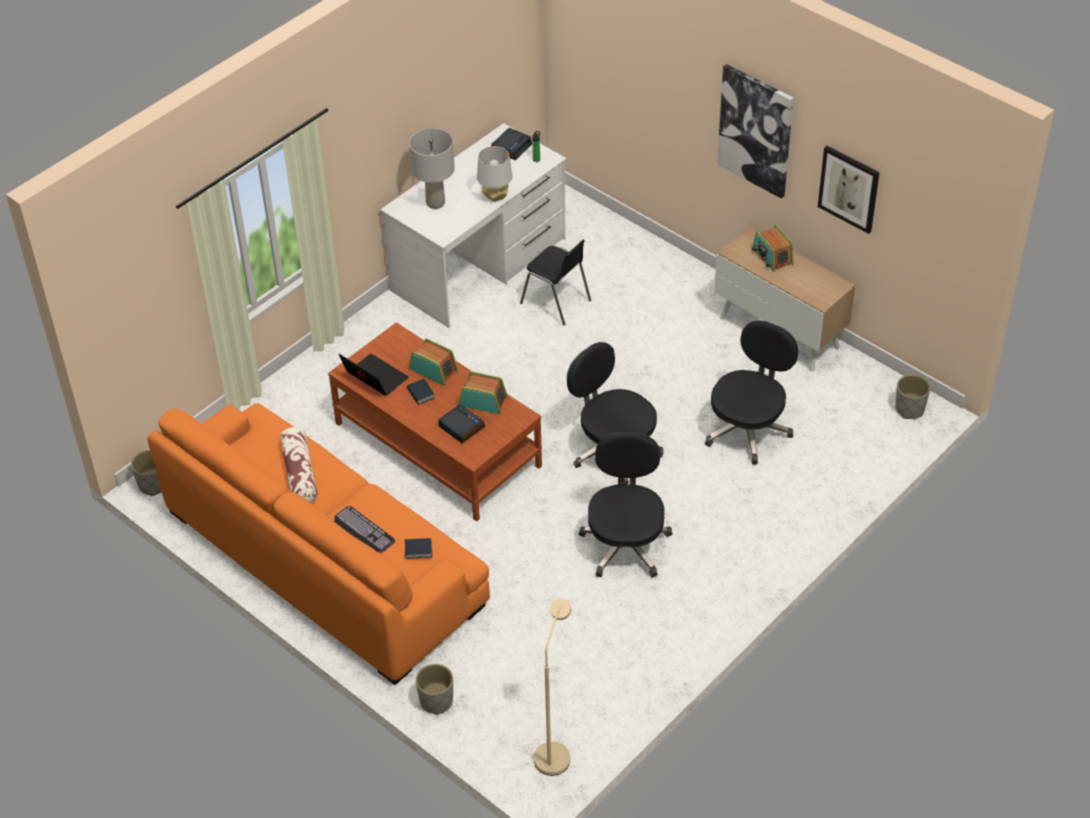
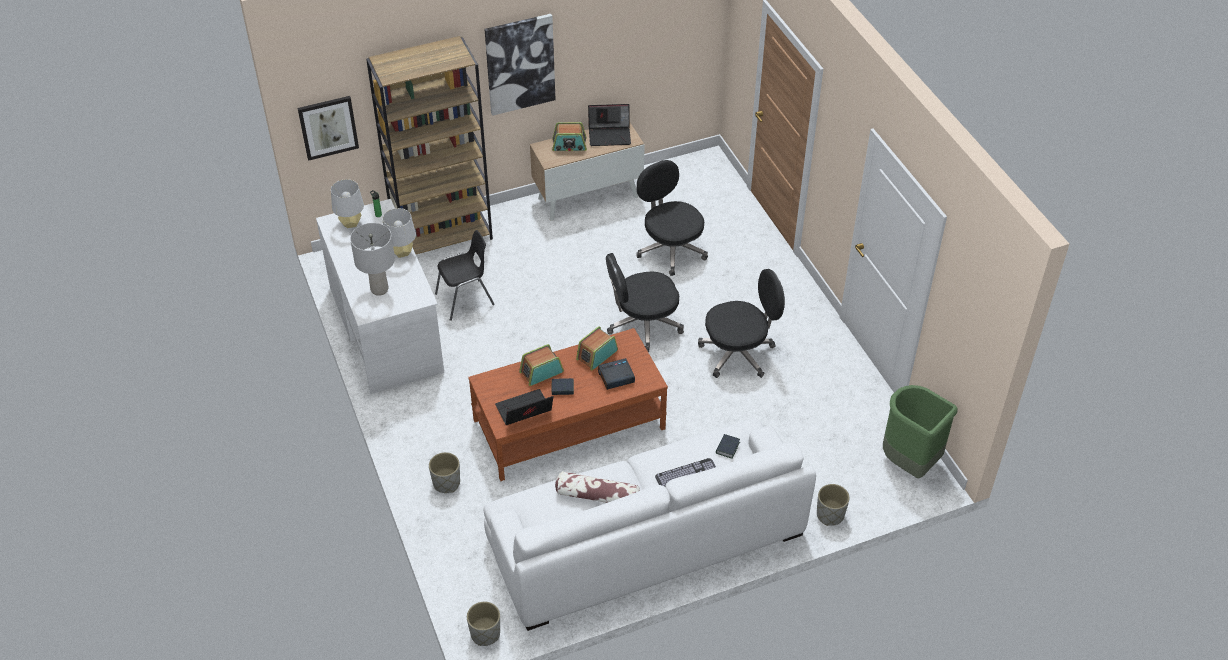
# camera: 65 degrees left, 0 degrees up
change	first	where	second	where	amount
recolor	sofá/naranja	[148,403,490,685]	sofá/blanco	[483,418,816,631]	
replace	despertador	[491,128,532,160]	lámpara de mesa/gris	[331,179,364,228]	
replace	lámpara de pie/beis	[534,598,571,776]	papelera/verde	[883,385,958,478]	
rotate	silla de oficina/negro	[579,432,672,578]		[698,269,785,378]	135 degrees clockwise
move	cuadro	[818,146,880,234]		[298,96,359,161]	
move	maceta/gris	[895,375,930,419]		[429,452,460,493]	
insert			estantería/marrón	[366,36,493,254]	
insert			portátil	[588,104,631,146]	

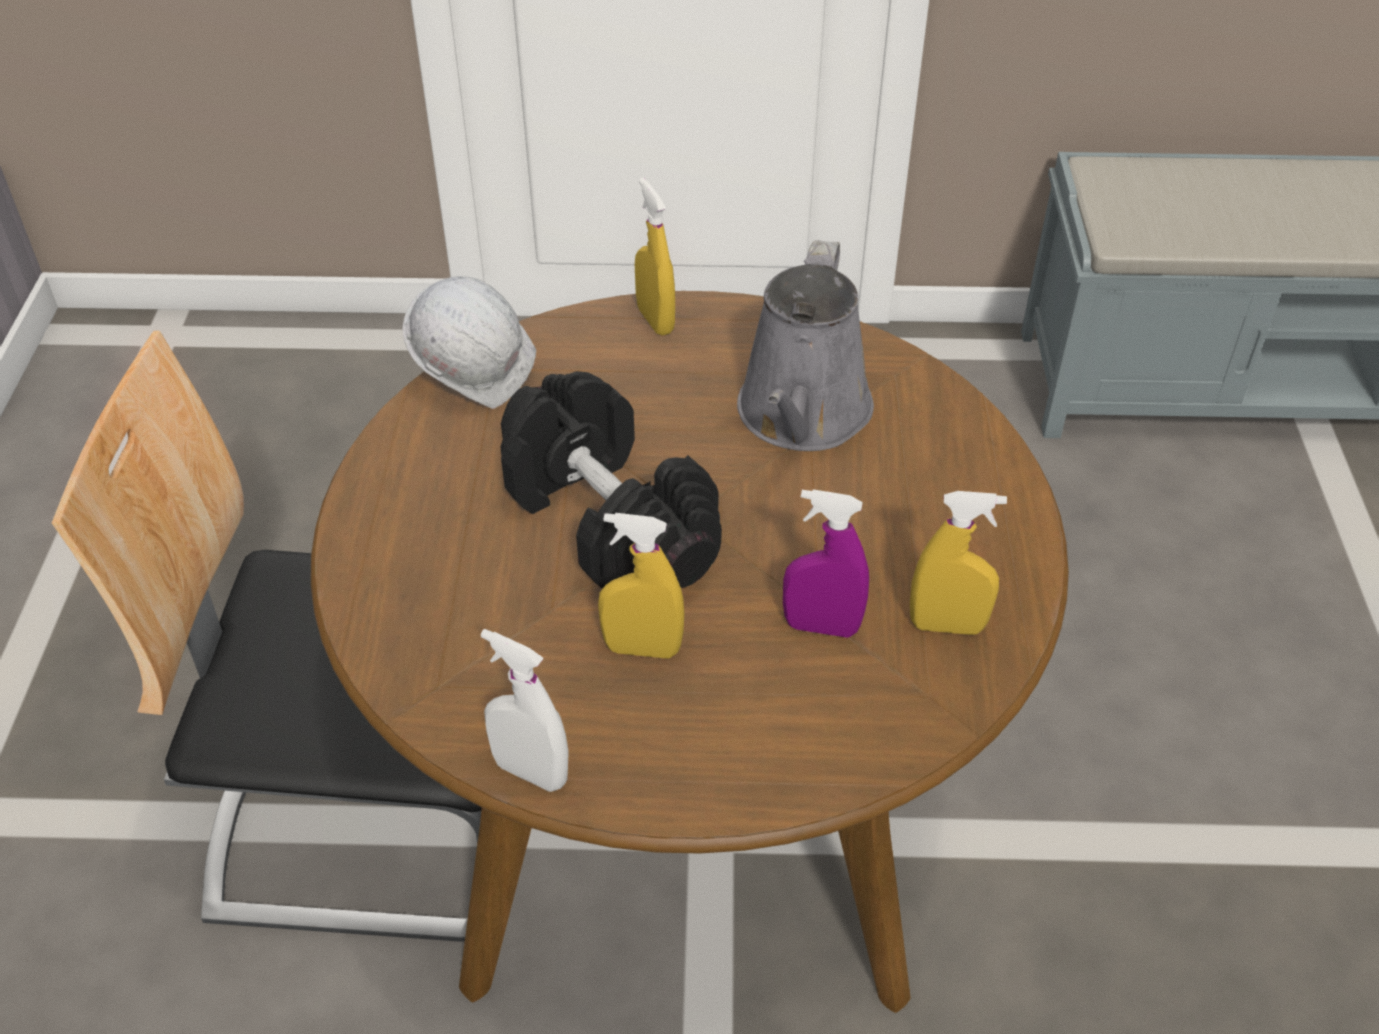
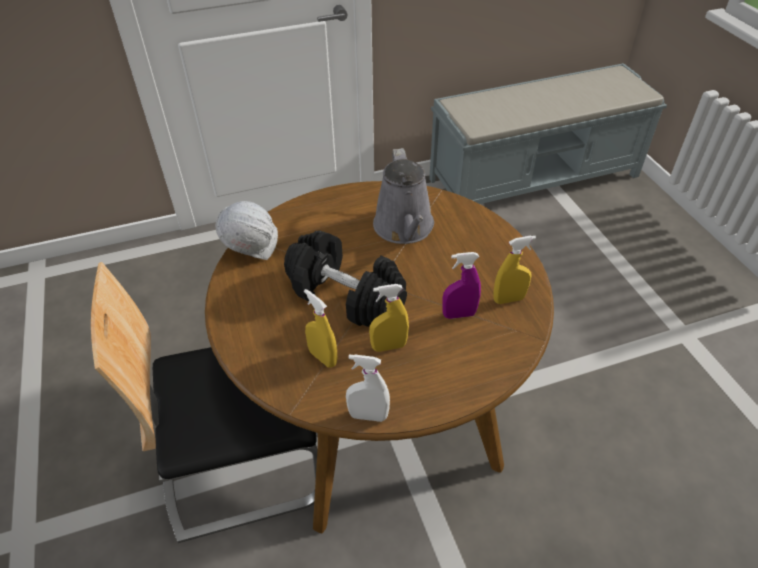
# camera: 20 degrees left, 0 degrees up
change	first	where	second	where	amount
move	pulverizador/amarillo	[635,178,675,336]		[304,289,337,368]	

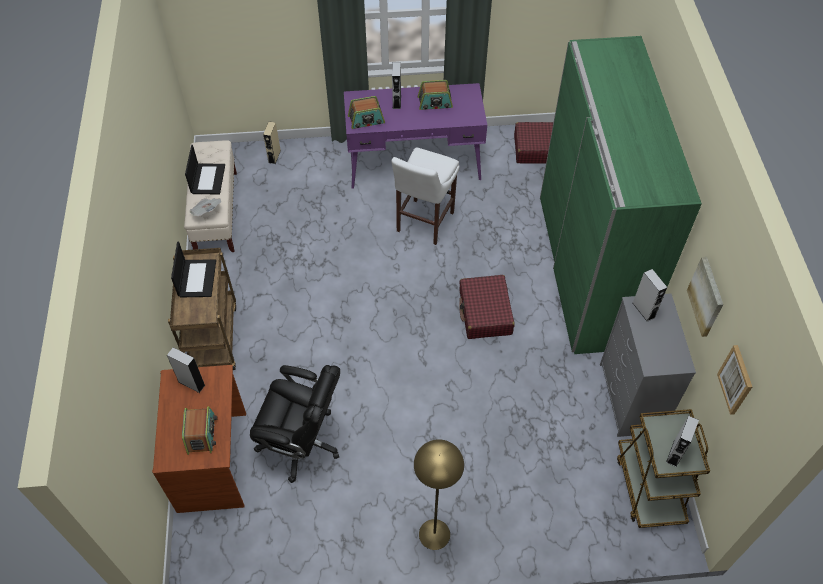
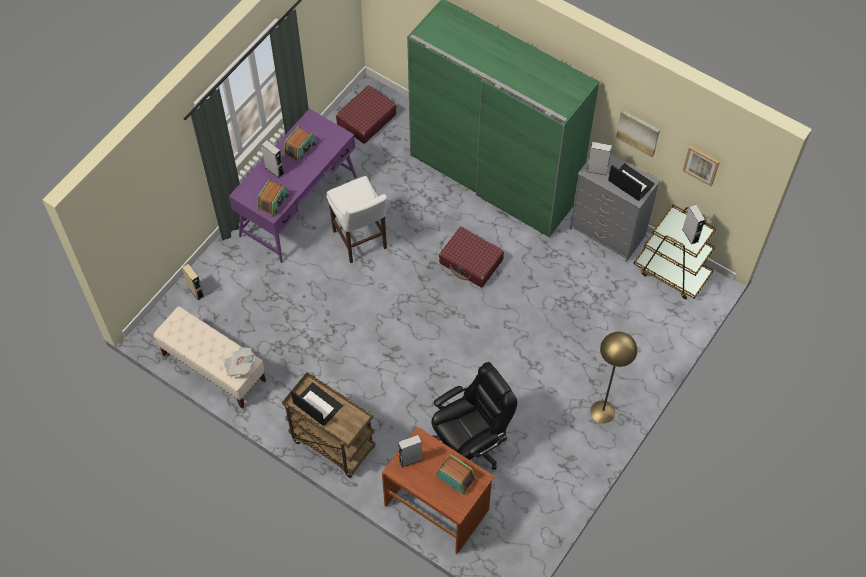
# camera: 50 degrees left, 5 degrees up
change	first	where	second	where	amount
move	portátil	[185,145,225,194]		[608,163,655,201]	

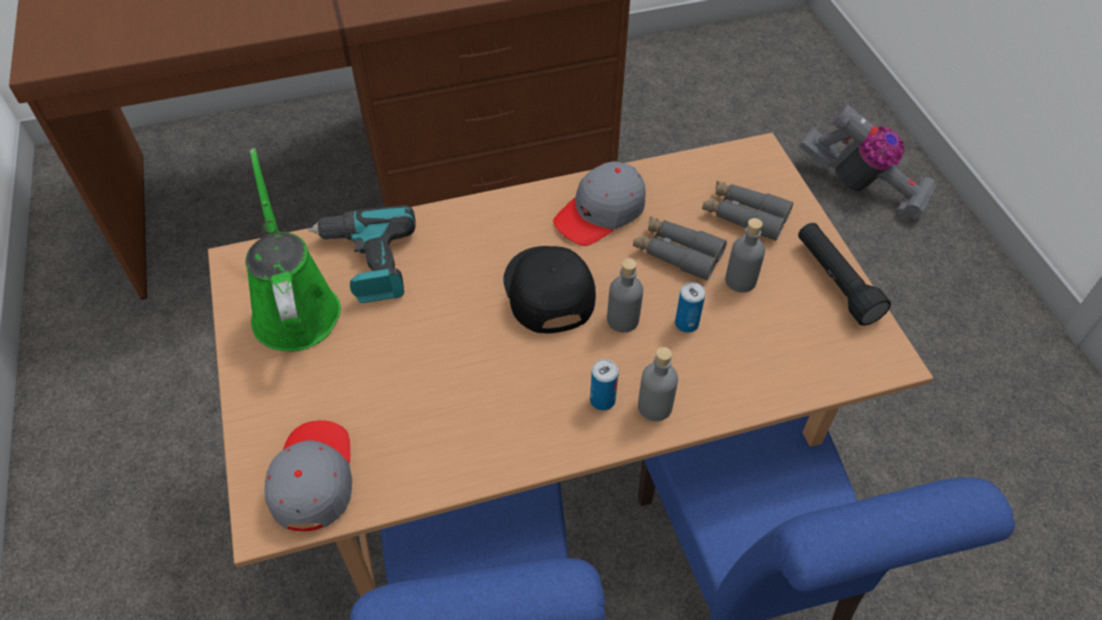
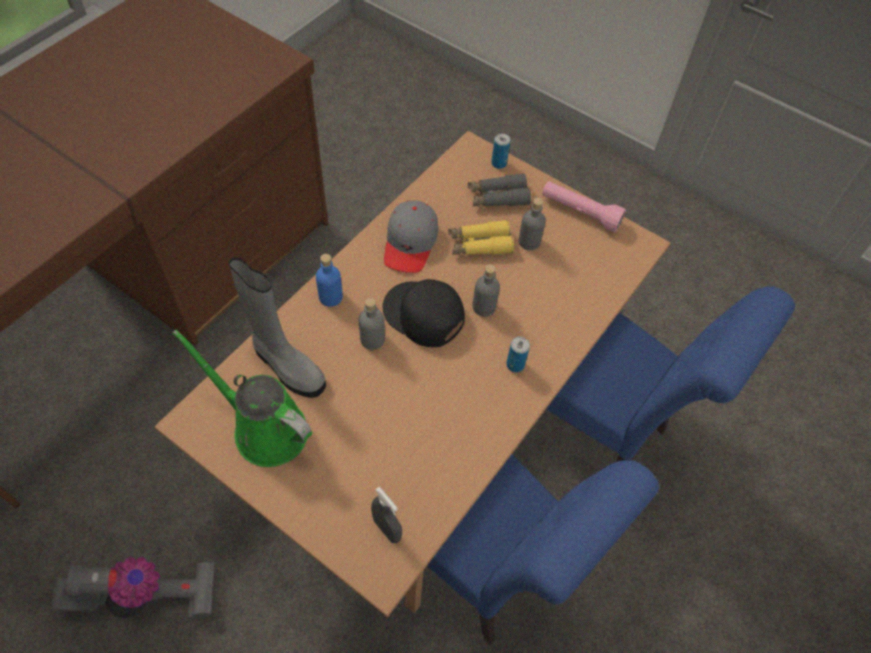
# camera: 40 degrees left, 5 degrees up
change	first	where	second	where	amount
replace	gorra/gris	[264,420,352,532]	pulverizador/gris	[371,487,402,543]	
replace	taladro	[307,205,415,303]	bota/gris	[229,257,326,398]	
recolor	prismáticos/gris	[633,216,727,281]	prismáticos/amarillo	[448,220,514,255]	
move	botella/gris	[638,347,678,421]		[359,298,385,350]	
move	lata	[675,282,705,333]		[491,134,510,169]	
recolor	linterna/negro	[798,223,891,326]	linterna/rosa	[542,181,626,233]	
move	aspiradora	[799,104,938,221]		[51,557,215,619]	
insert			botella/azul	[316,254,343,307]	

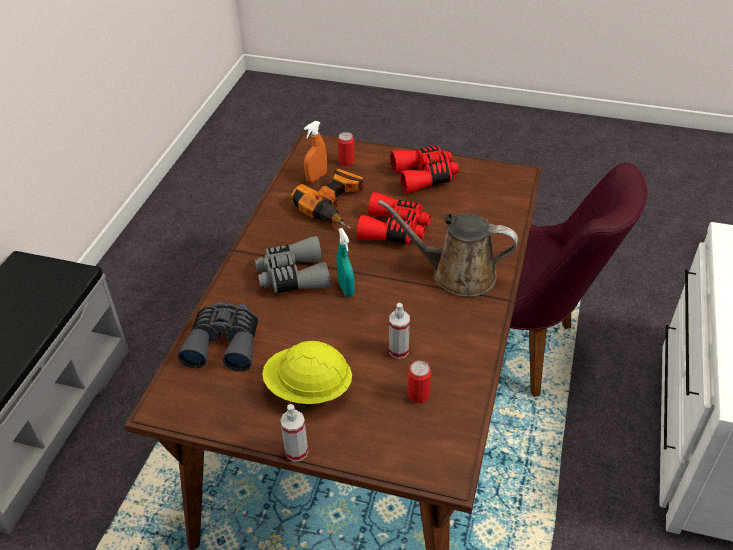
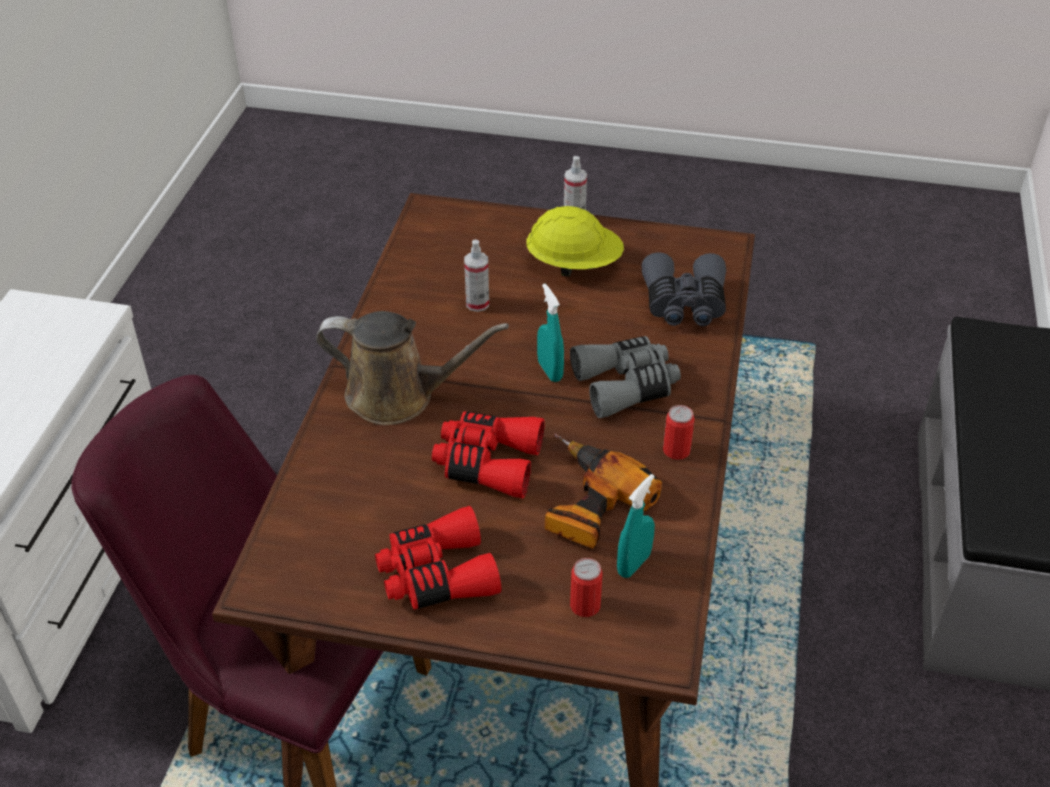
# camera: 175 degrees right, 0 degrees up
change	first	where	second	where	amount
recolor	pulverizador/naranja	[304,121,327,182]	pulverizador/turquesa	[617,474,655,578]	
move	lata	[408,361,431,403]		[663,405,695,460]	

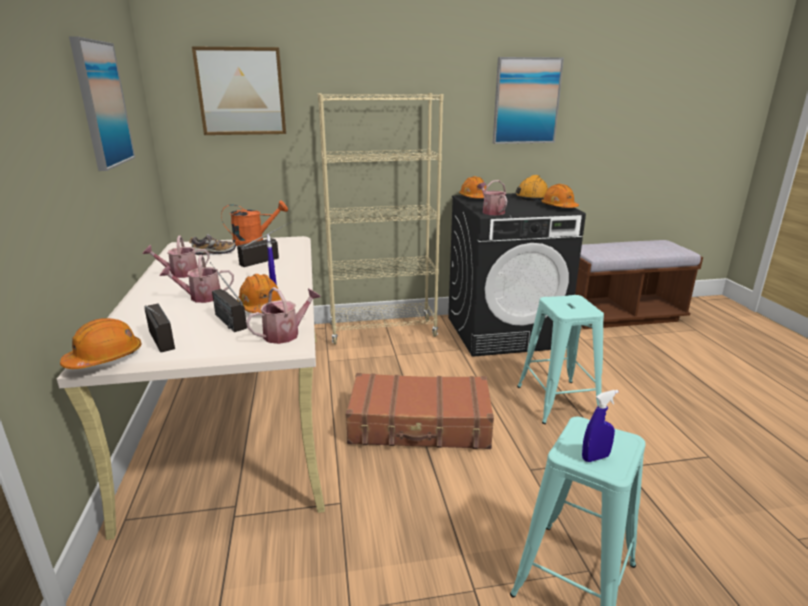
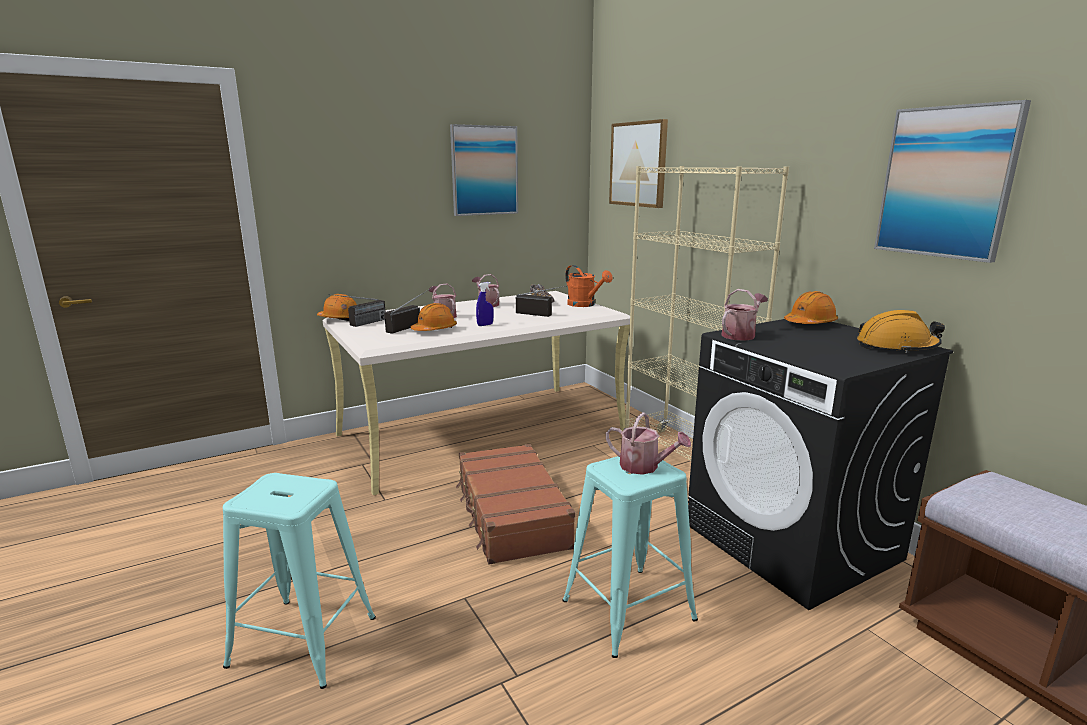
# camera: 70 degrees right, 5 degrees down
change	first	where	second	where	amount
move	regadera	[246,287,321,344]		[606,412,691,475]	
delete	casco/naranja	[541,184,579,208]			
delete	pulverizador/azul	[582,390,619,462]			

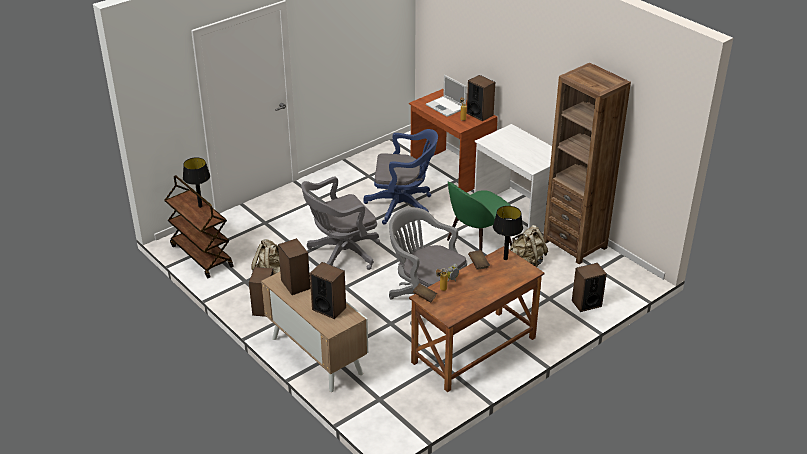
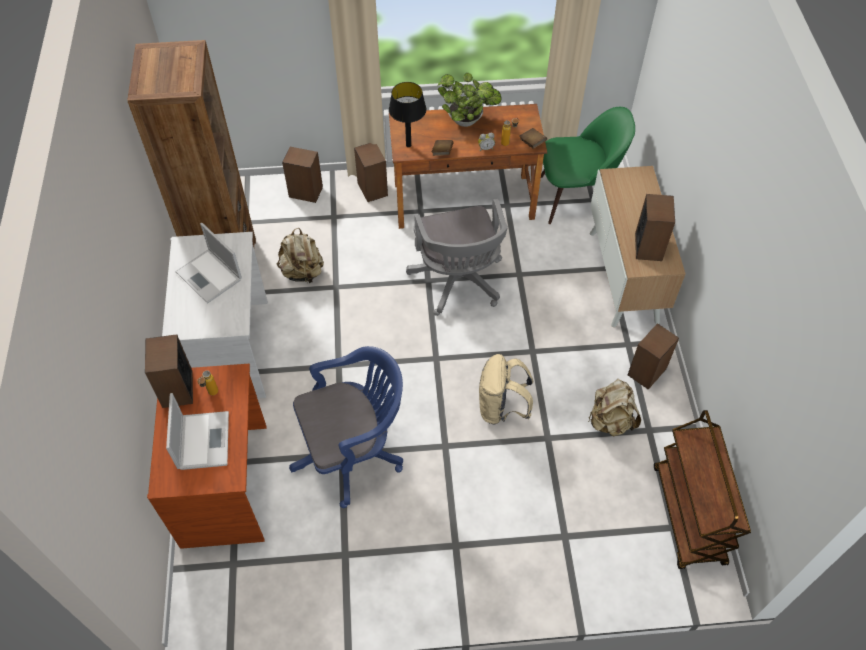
# camera: 145 degrees left, 20 degrees up
change	first	where	second	where	amount
delete	lámpara de mesa/negro	[183,158,210,208]			
replace	silla de oficina/gris	[301,177,380,270]	mochila/beis	[479,354,533,424]	
move	altavoz	[310,262,346,319]		[354,143,388,202]	
rotate	silla de oficina/azul	[363,129,438,225]		[289,346,403,508]	120 degrees clockwise
move	silla/verde	[447,182,512,250]		[541,107,635,224]	
insert			portátil	[175,223,242,303]	
insert			planta en maceta	[437,73,501,127]	

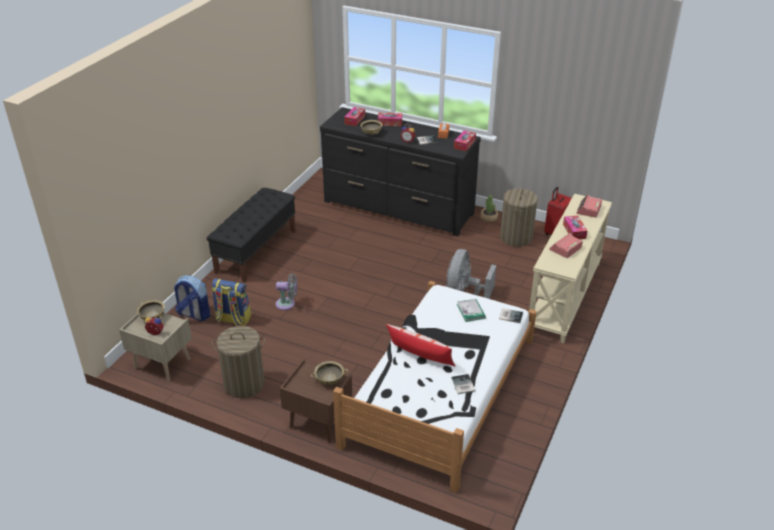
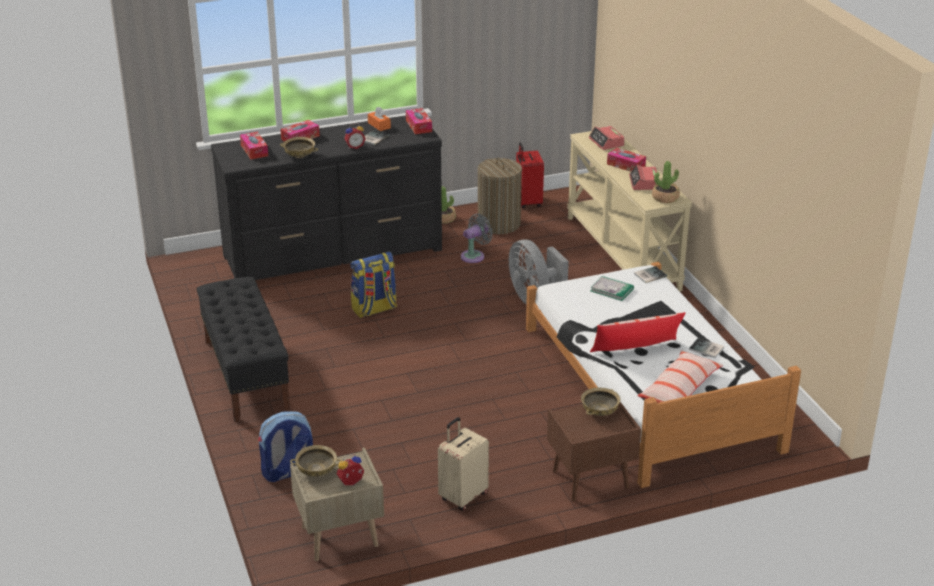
# camera: 45 degrees left, 5 degrees down
change	first	where	second	where	amount
move	mochila	[212,278,251,326]		[350,252,397,318]	
replace	cesto de la ropa	[212,326,265,398]	maleta/beis	[438,417,489,510]	
move	ventilador/gris	[276,273,297,310]		[461,214,493,263]	
insert			cojín	[637,350,723,403]	
insert			planta en maceta	[652,161,680,203]	

